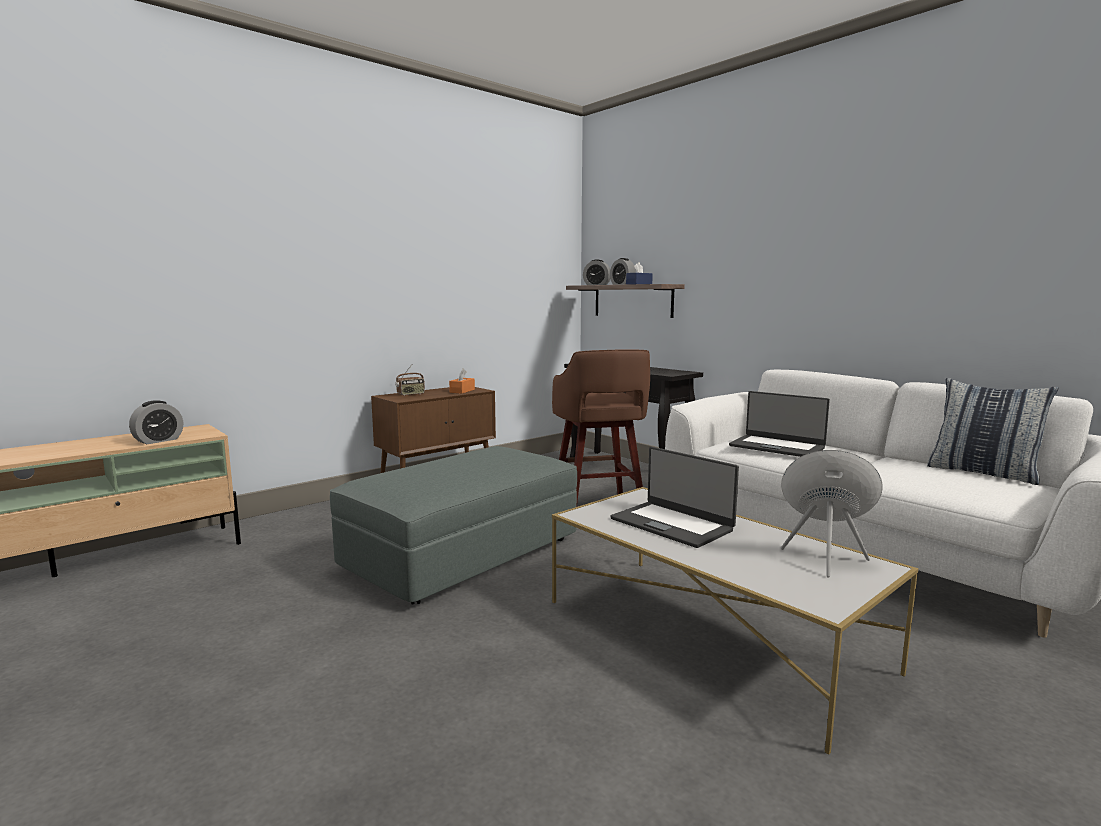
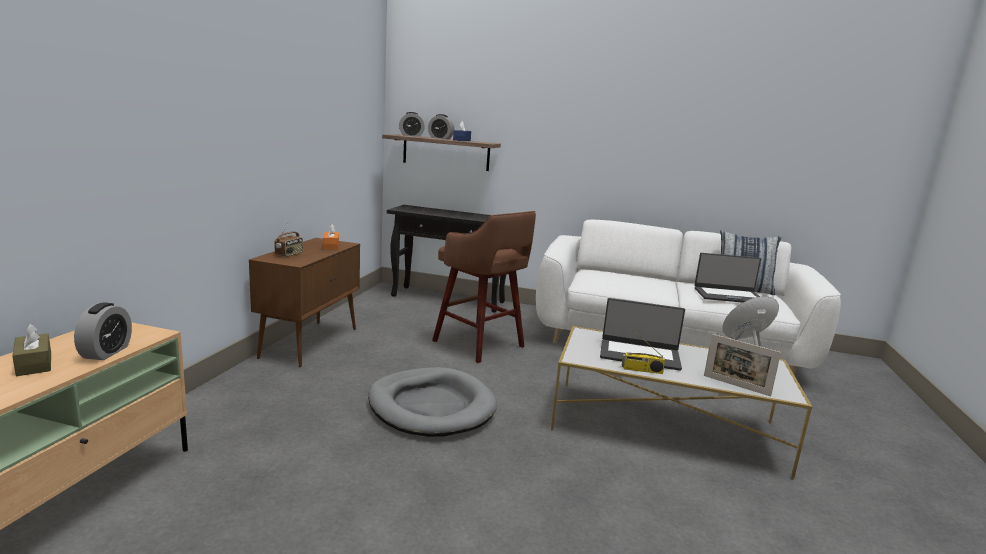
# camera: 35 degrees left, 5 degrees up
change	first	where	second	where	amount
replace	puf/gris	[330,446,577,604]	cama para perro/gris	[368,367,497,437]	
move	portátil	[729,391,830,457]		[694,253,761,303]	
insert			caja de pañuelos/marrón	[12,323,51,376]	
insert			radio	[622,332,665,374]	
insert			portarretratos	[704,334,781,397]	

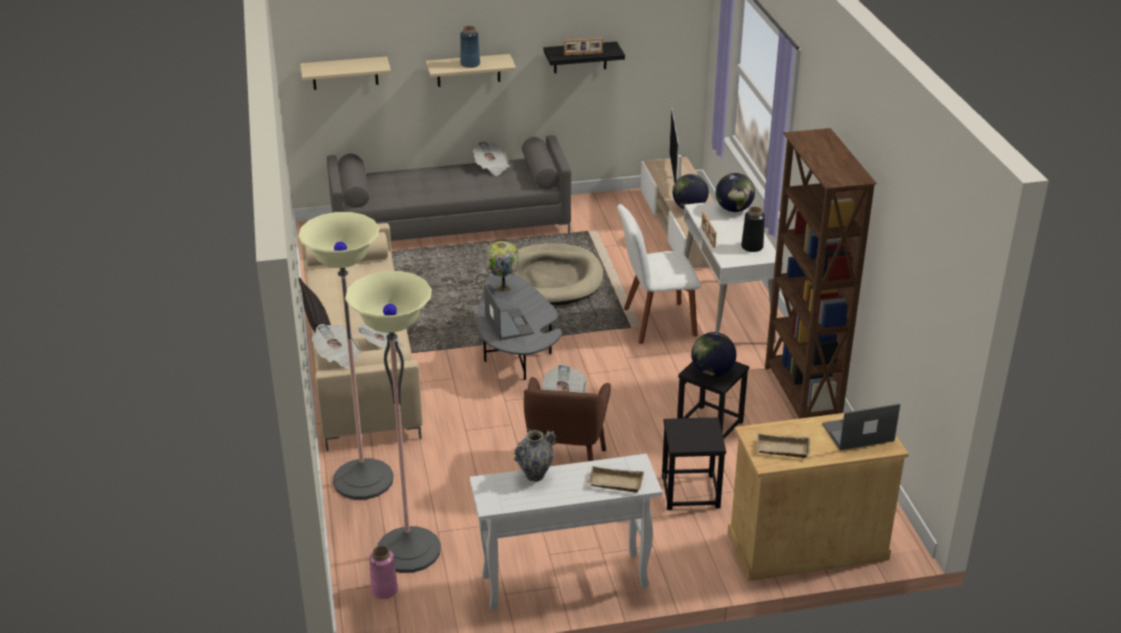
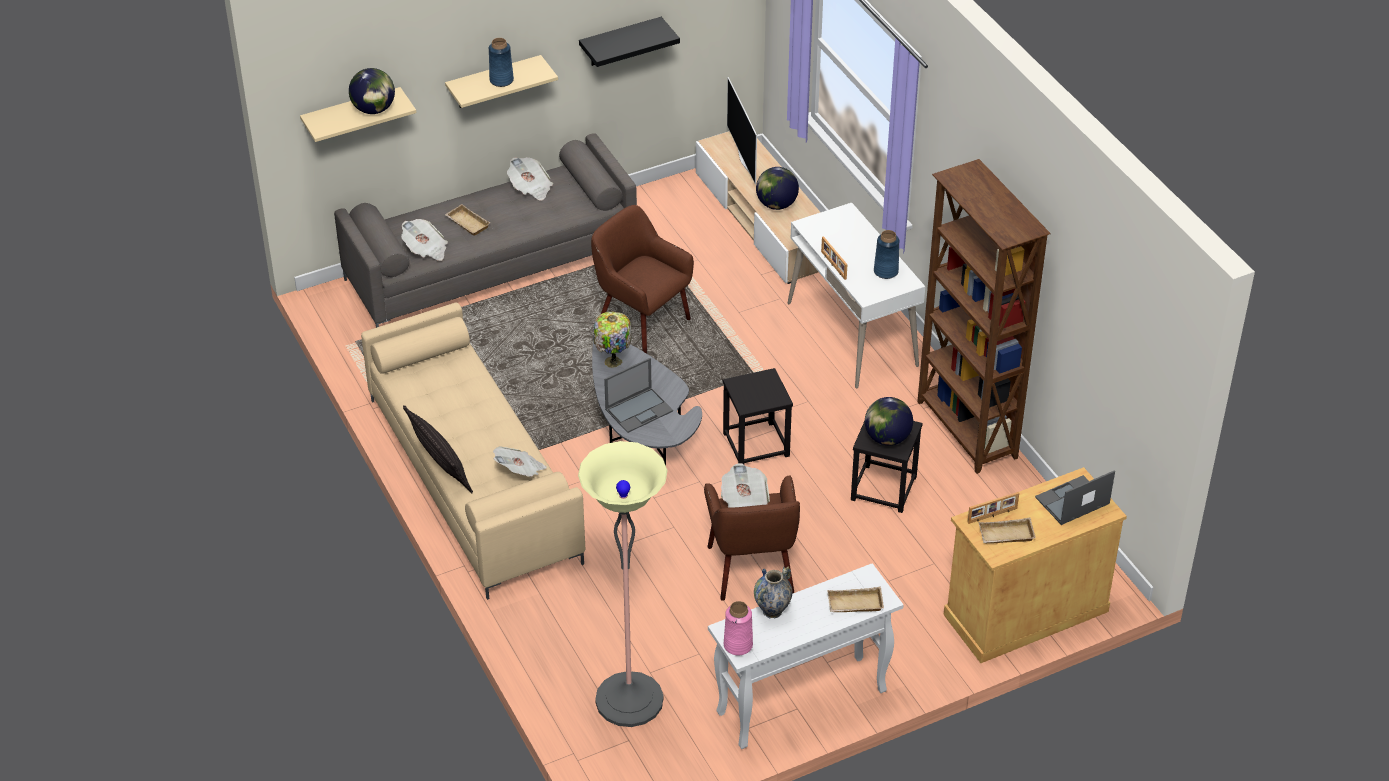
# camera: 15 degrees left, 10 degrees up
change	first	where	second	where	amount
delete	lámpara de pie	[298,212,394,500]			
move	periódico	[312,324,361,368]		[401,219,448,261]	
move	florero/rosa	[369,546,398,599]		[724,601,753,656]	
rotate	portátil	[484,284,534,340]		[604,358,673,433]	90 degrees clockwise
replace	cama para perro/beis	[515,243,603,305]	sillón/marrón	[591,205,694,354]	
move	portarretratos	[564,38,603,55]		[967,492,1019,524]	
delete	silla/blanco	[617,204,701,344]			
move	taburete/negro	[662,417,726,510]		[723,368,793,464]	
move	globo terráqueo	[716,173,755,212]		[349,68,395,114]	
recolor	florero/negro	[741,207,765,252]	florero/azul	[874,230,900,279]	
insert			bandeja/beis	[445,204,490,236]	

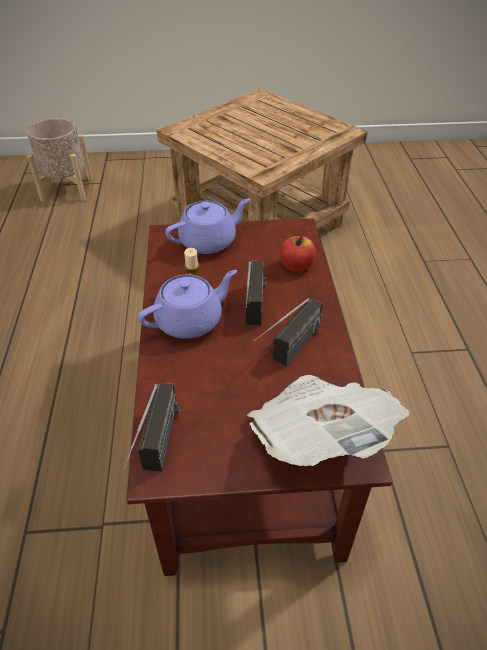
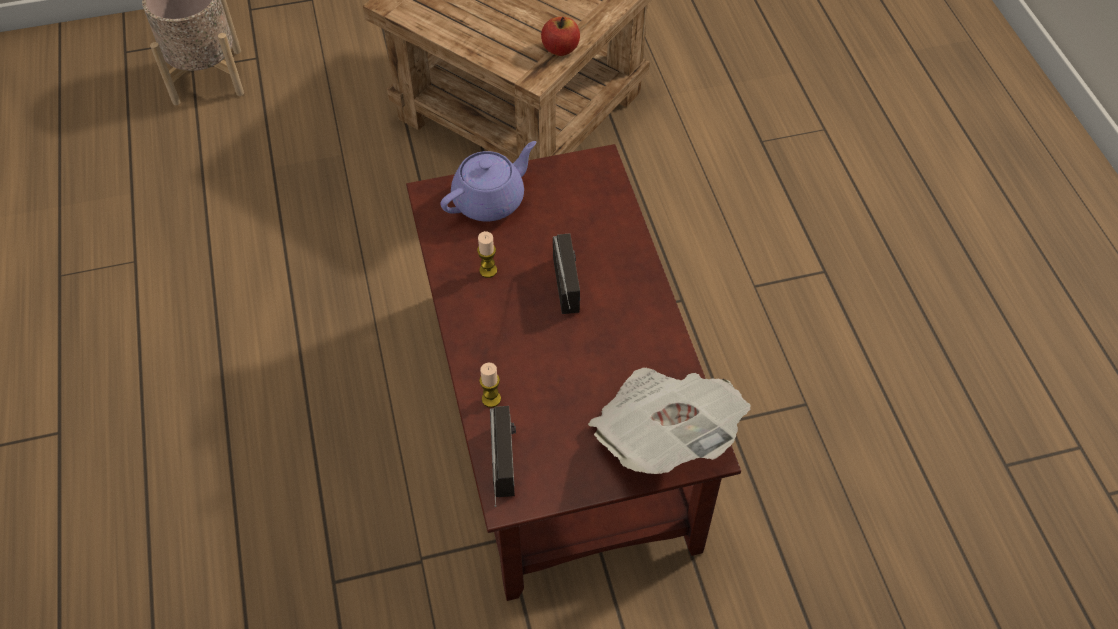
# camera: 10 degrees left, 10 degrees up
change	first	where	second	where	amount
delete	tetera/morado	[138,270,237,339]			
delete	radio	[254,298,323,366]			
move	manzana	[280,236,316,272]		[541,17,580,56]	
insert			vela	[479,363,501,408]	

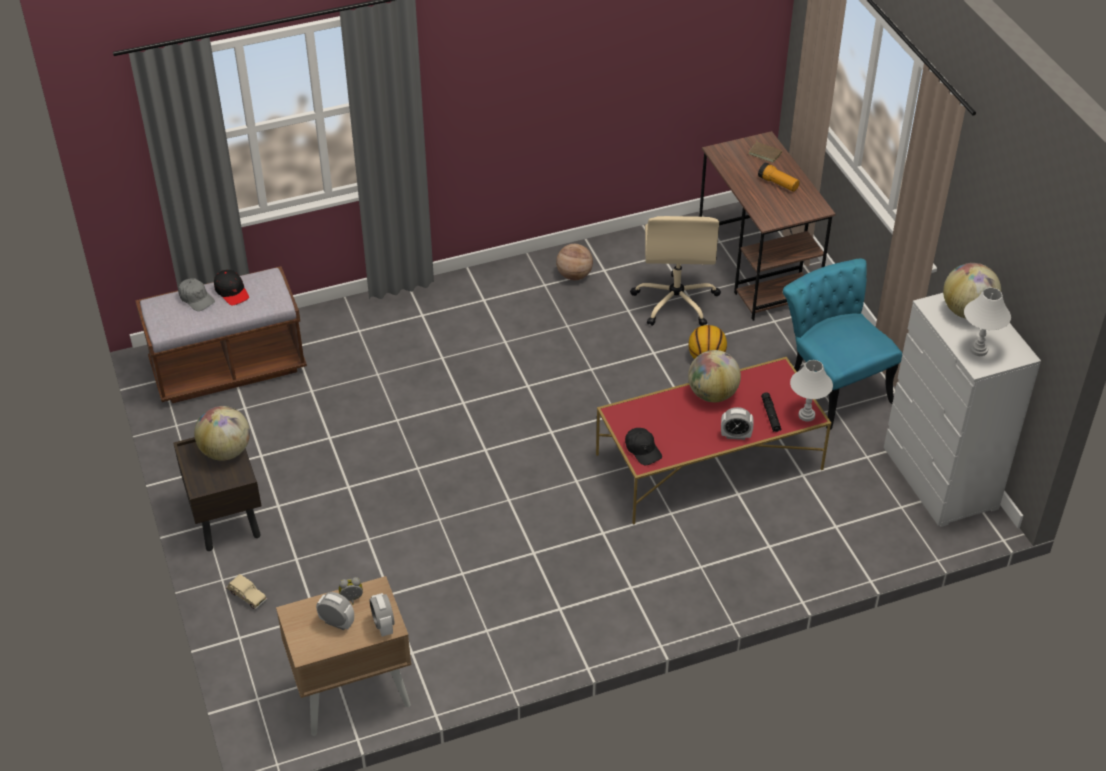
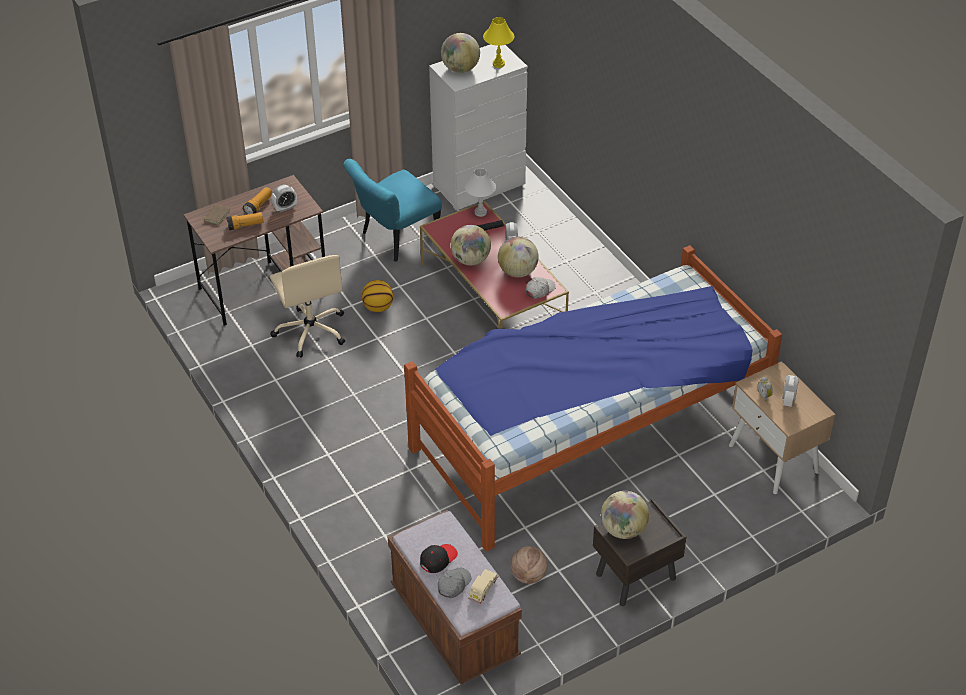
# camera: 100 degrees left, 0 degrees up
change	first	where	second	where	amount
move	coche de juguete/beis	[226,574,268,610]		[468,569,498,604]	
move	despertador	[369,593,395,637]		[271,185,297,212]	
move	balón de baloncesto	[556,244,593,280]		[510,546,548,584]	
recolor	gorra/negro	[625,428,662,465]	gorra/blanco	[526,277,556,299]	
rotate	silla de oficina/beis	[630,216,721,326]		[270,255,345,358]	75 degrees clockwise
recolor	lámpara de mesa/blanco	[964,288,1011,356]	lámpara de mesa/amarillo	[483,17,515,68]	
insert			linterna	[227,212,263,230]	
insert			cama	[404,245,782,552]	
insert			globo terráqueo	[498,237,539,277]	

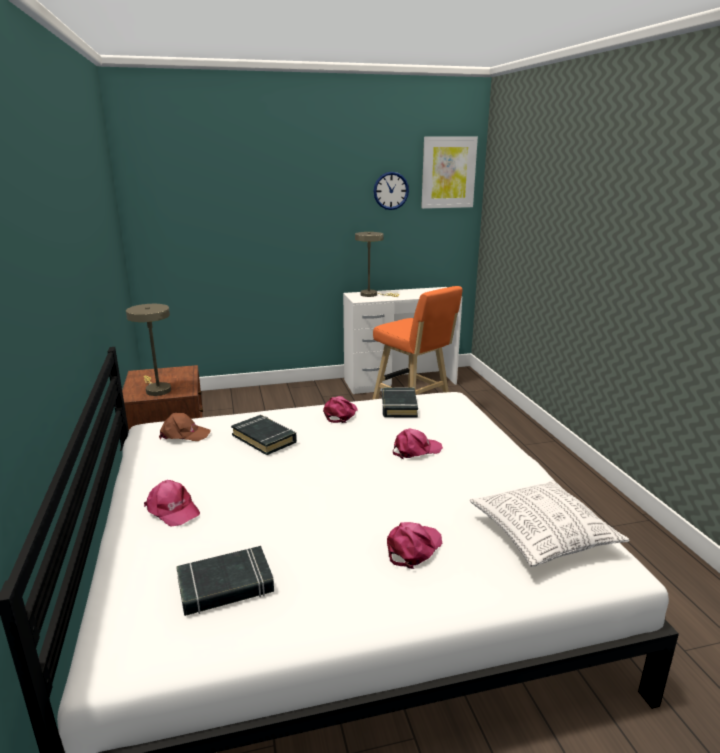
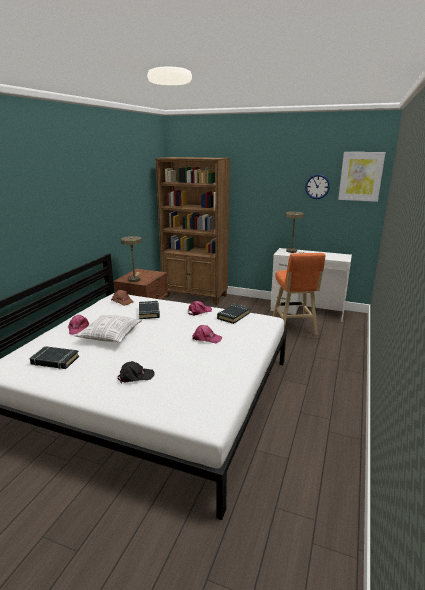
# camera: 35 degrees right, 0 degrees up
change	first	where	second	where	amount
recolor	gorra/rosa	[387,522,442,569]	gorra/negro	[118,361,155,383]	
move	cojín	[470,480,629,567]		[74,315,143,343]	
insert			estantería/marrón	[155,157,230,305]	

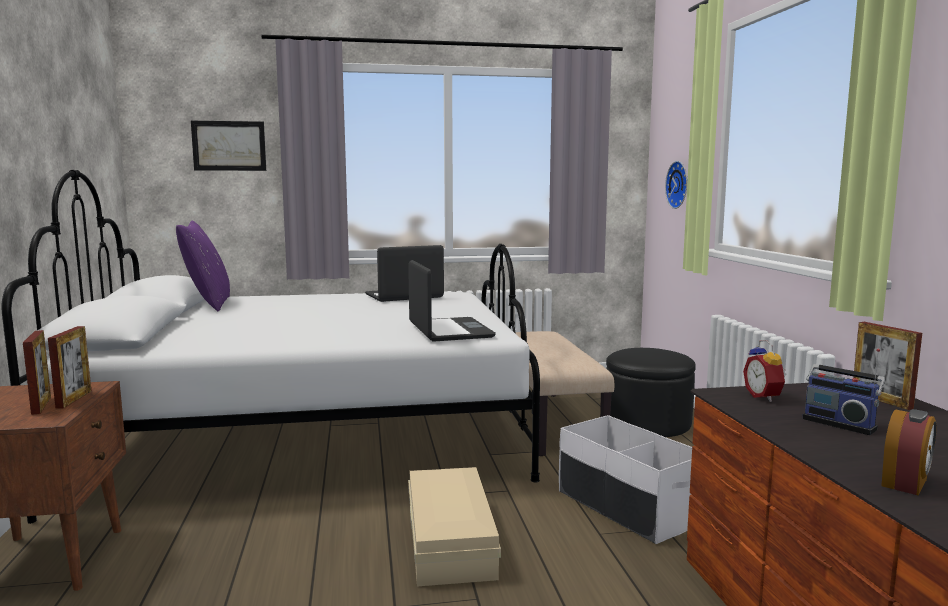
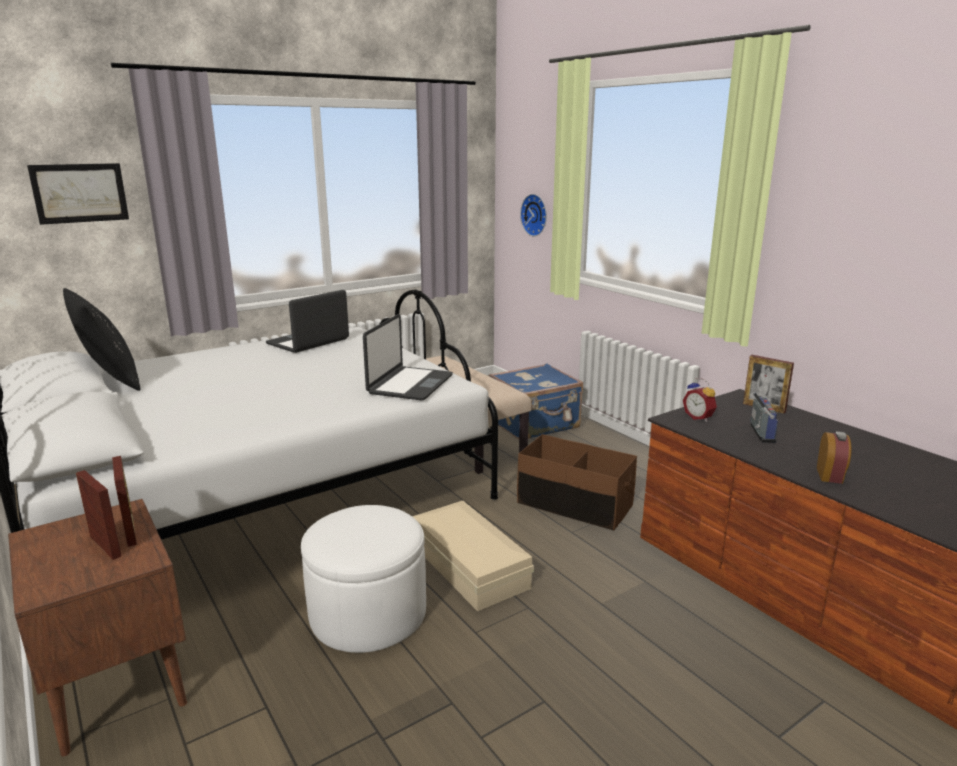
# camera: 25 degrees left, 10 degrees up
change	first	where	second	where	amount
recolor	cojín/morado	[176,221,230,311]	cojín/negro	[63,288,141,391]	
rotate	portátil	[408,260,496,342]		[363,314,453,400]	60 degrees clockwise
recolor	caja de almacenaje/blanco	[559,415,692,544]	caja de almacenaje/marrón	[517,434,637,531]	
replace	puf/negro	[606,348,696,437]	maleta/azul	[489,363,583,439]	
rotate	radio	[802,349,885,435]		[750,375,778,443]	105 degrees counterclockwise
insert			puf/blanco	[301,505,426,653]	

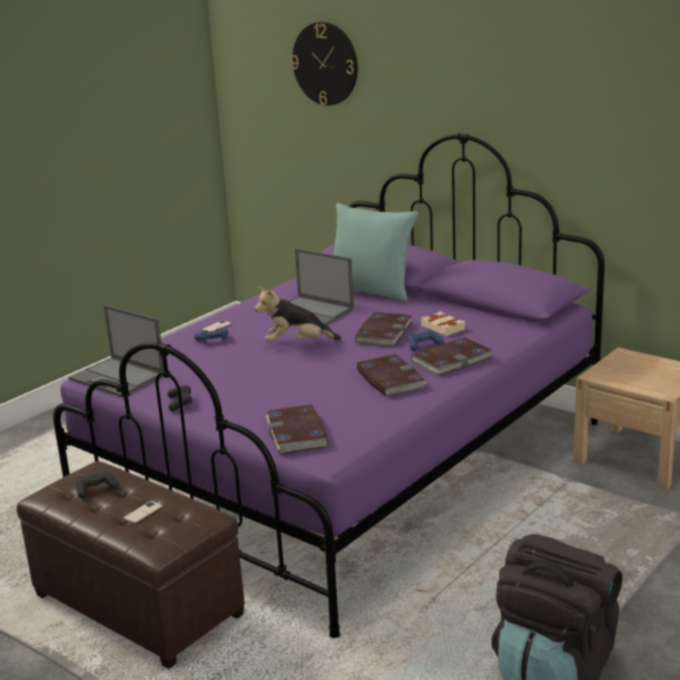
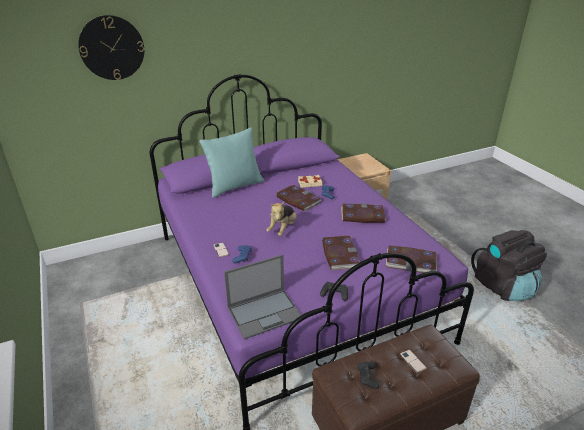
# camera: 65 degrees left, 10 degrees up
change	first	where	second	where	amount
delete	portátil	[268,248,354,325]			
move	libro	[412,338,493,376]		[322,236,360,270]	

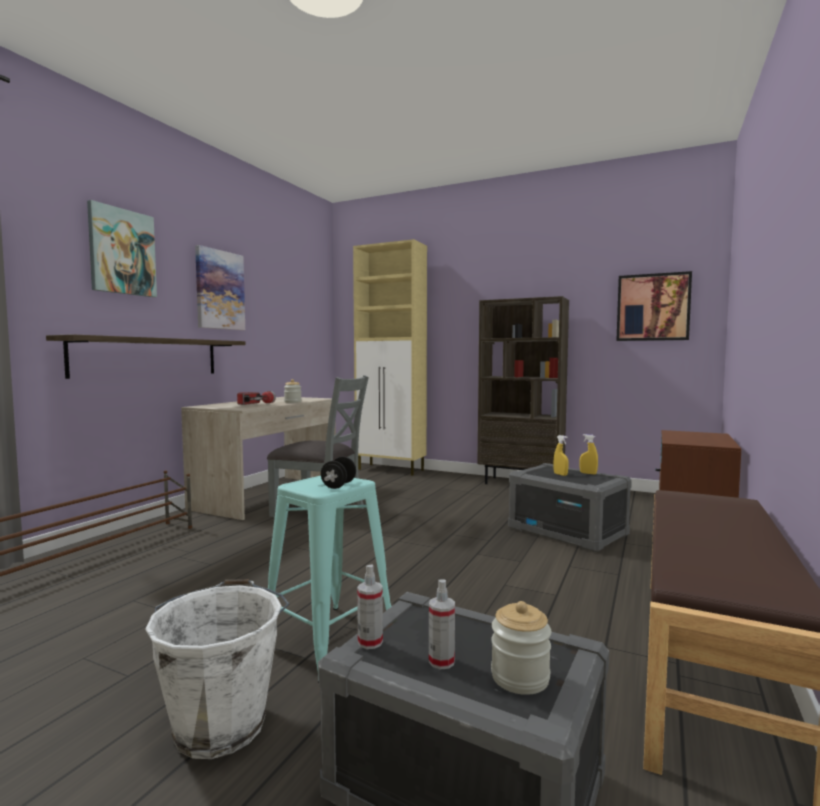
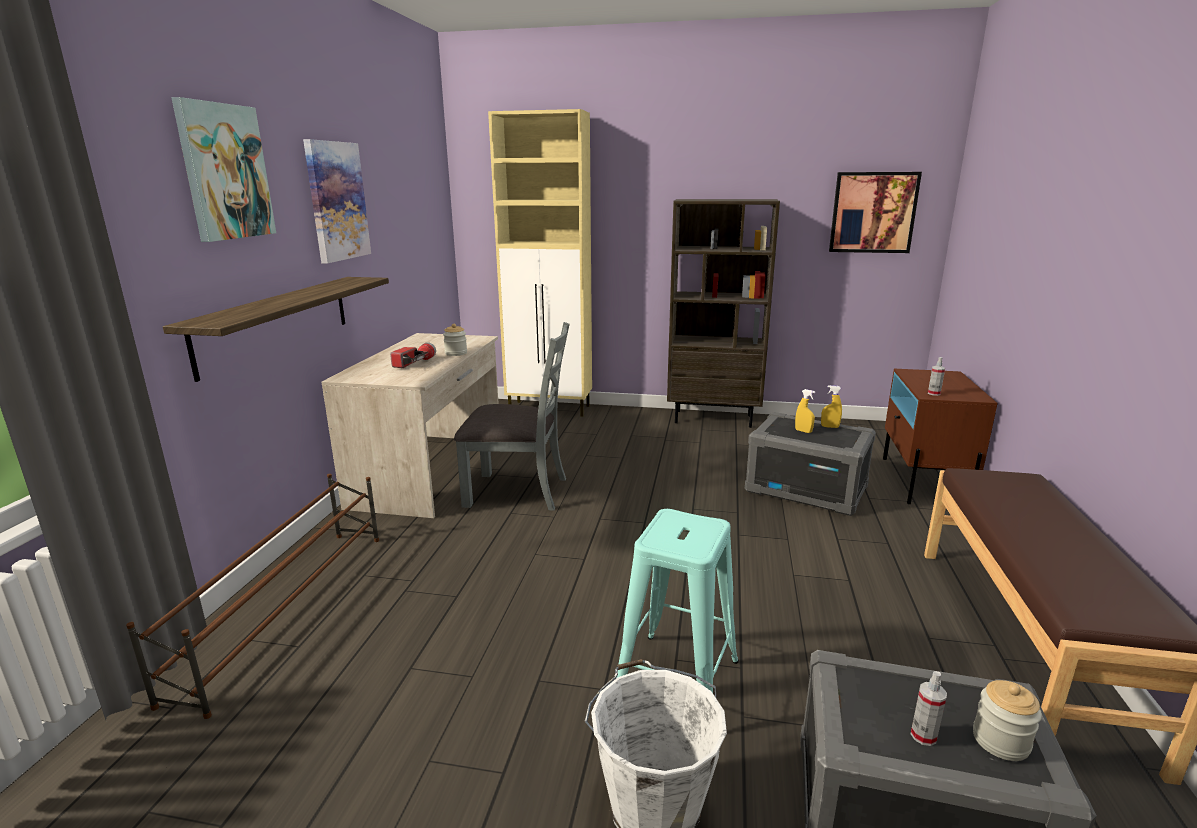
# camera: 15 degrees left, 15 degrees up
change	first	where	second	where	amount
delete	mancuerna/negro	[321,457,356,489]			
move	pulverizador	[357,564,383,649]		[928,357,945,396]	

